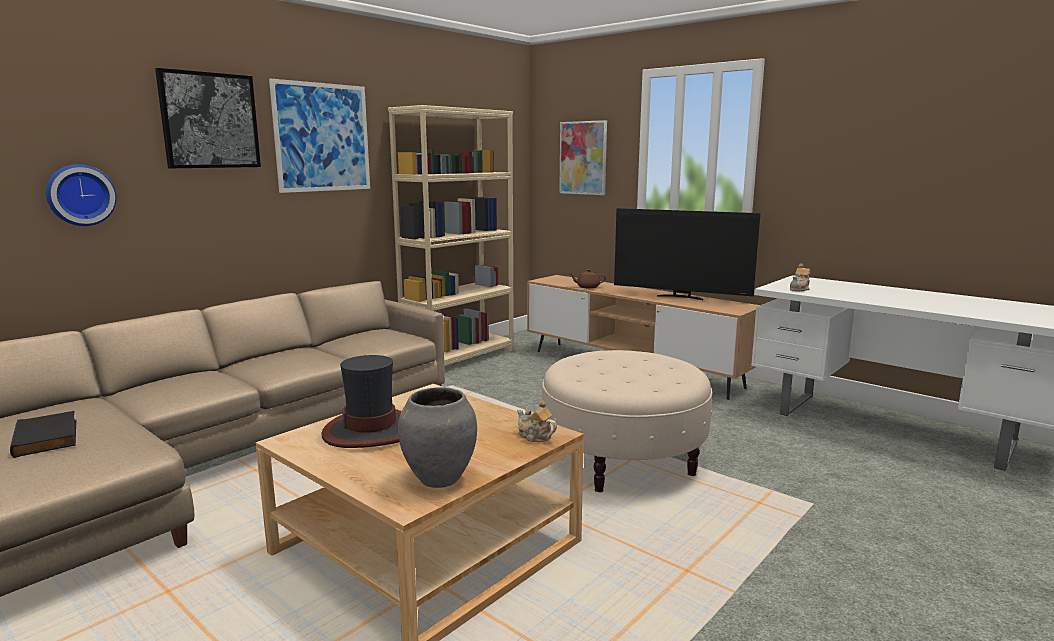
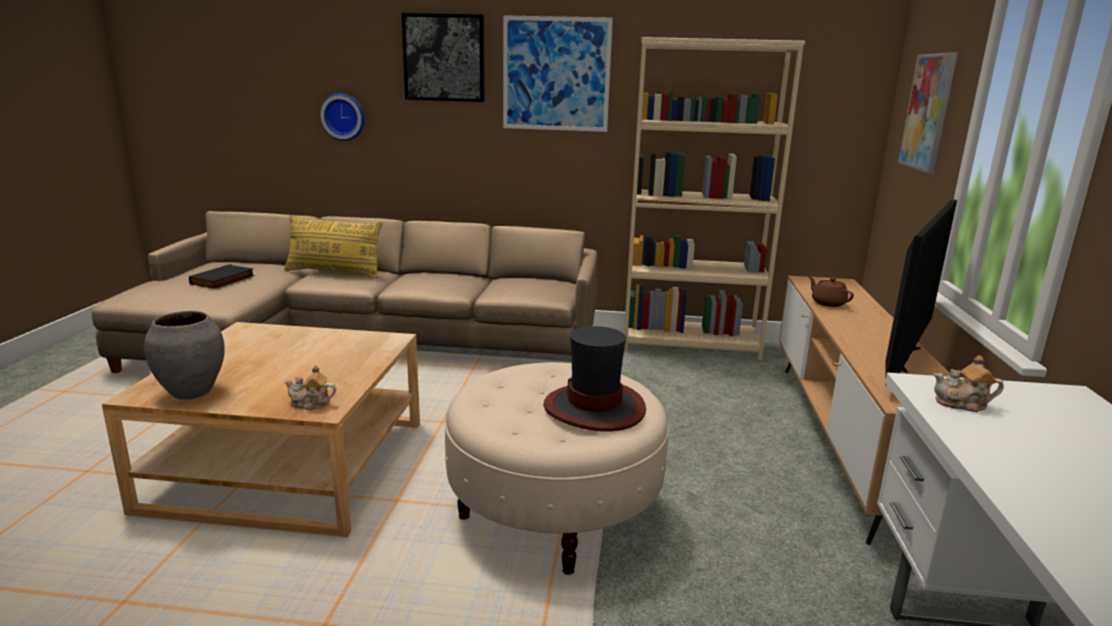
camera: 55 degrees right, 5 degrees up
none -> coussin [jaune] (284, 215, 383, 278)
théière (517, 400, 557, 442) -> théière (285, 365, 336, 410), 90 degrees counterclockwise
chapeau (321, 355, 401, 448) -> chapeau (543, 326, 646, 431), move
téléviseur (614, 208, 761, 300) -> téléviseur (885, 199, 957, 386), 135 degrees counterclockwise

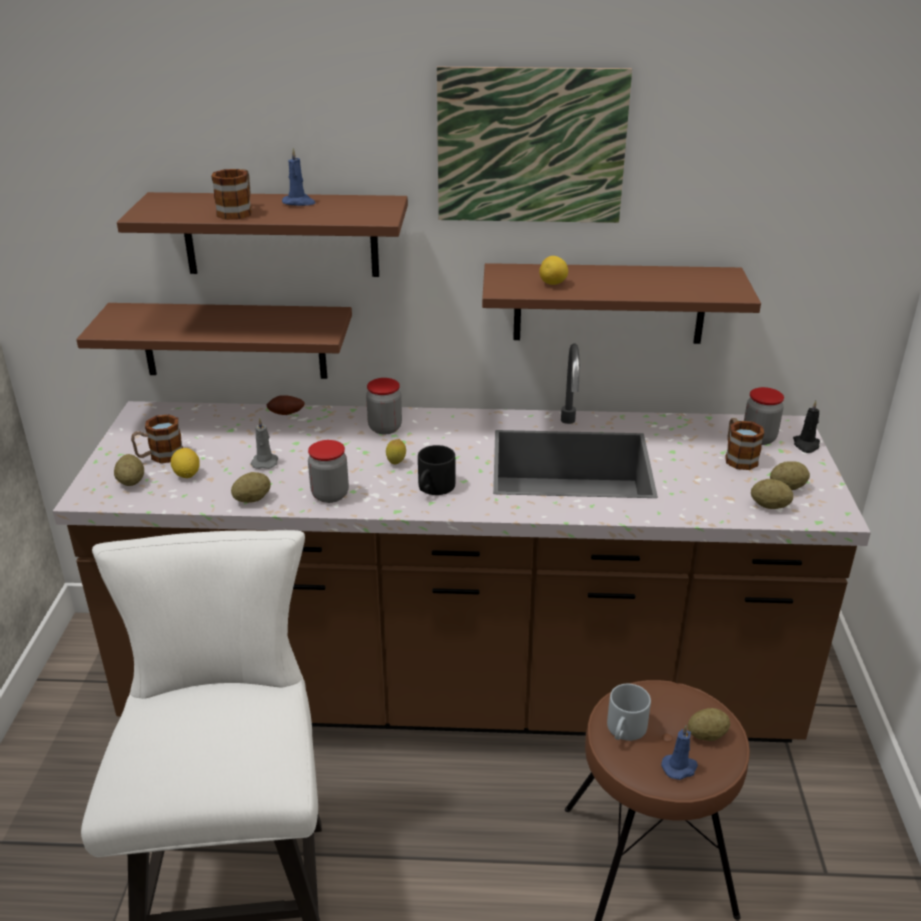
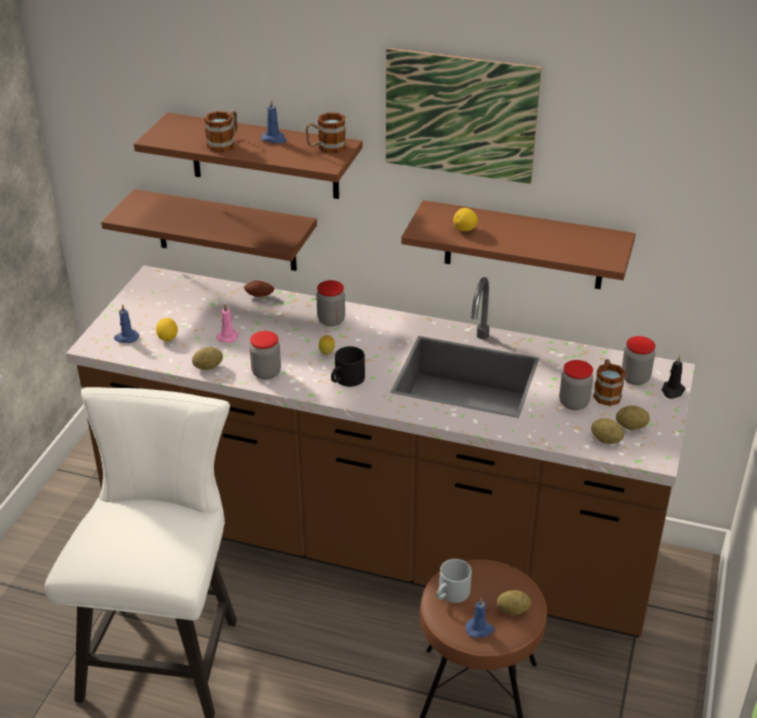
camera: 15 degrees right, 5 degrees up
pomme de terre (114, 454, 144, 486) -> bougie [bleu] (114, 304, 139, 343)
bougie [gris] (251, 417, 278, 469) -> bougie [rose] (217, 304, 239, 343)
mug (131, 415, 183, 463) -> mug (305, 112, 346, 154), move
none -> bocal (559, 360, 593, 410)

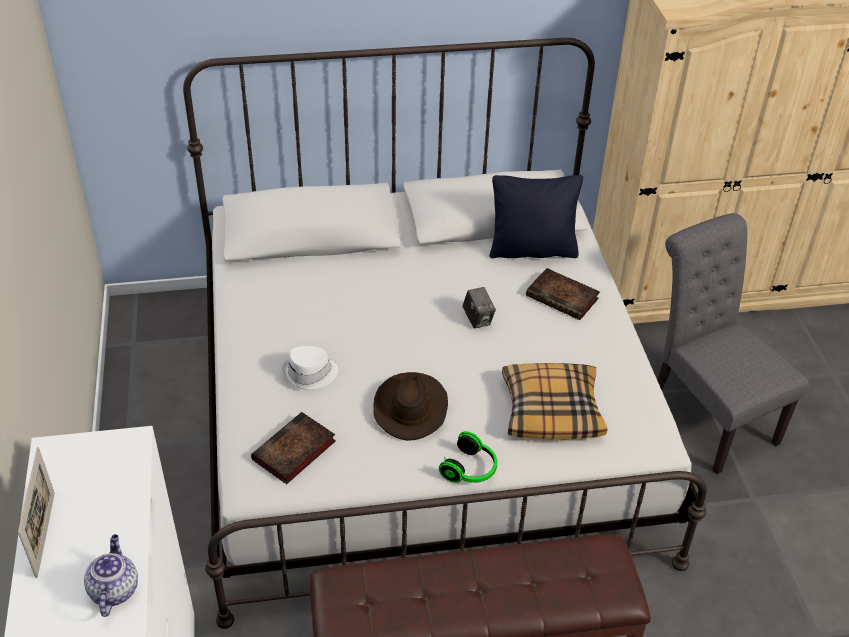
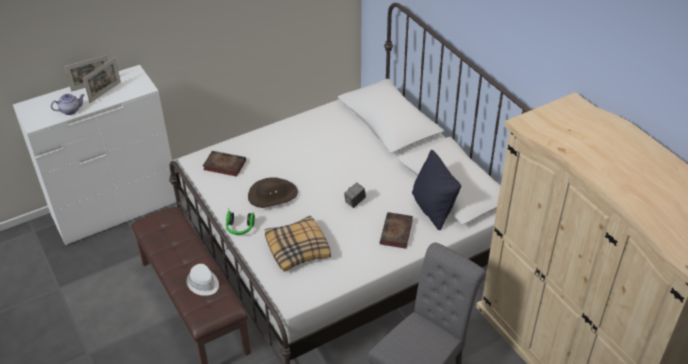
camera: 70 degrees right, 0 degrees up
none -> cadre photo (83, 57, 121, 103)
chapeau [blanc] (282, 346, 338, 390) -> chapeau [blanc] (186, 264, 219, 296), move

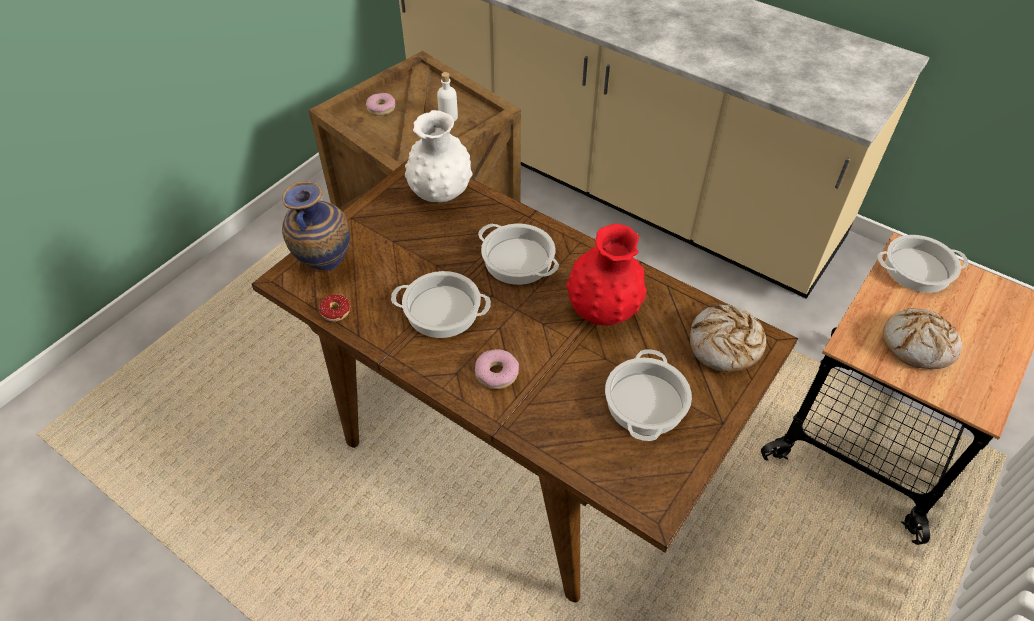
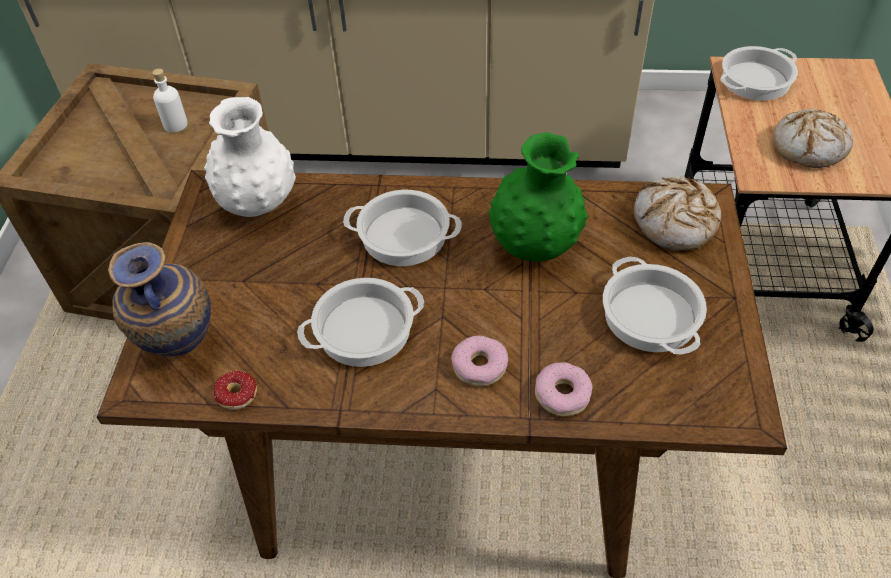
camera: 30 degrees left, 0 degrees up
vase [rouge] (566, 224, 647, 325) -> vase [vert] (488, 132, 588, 262)
beignet (366, 93, 395, 116) -> beignet (535, 362, 593, 417), move

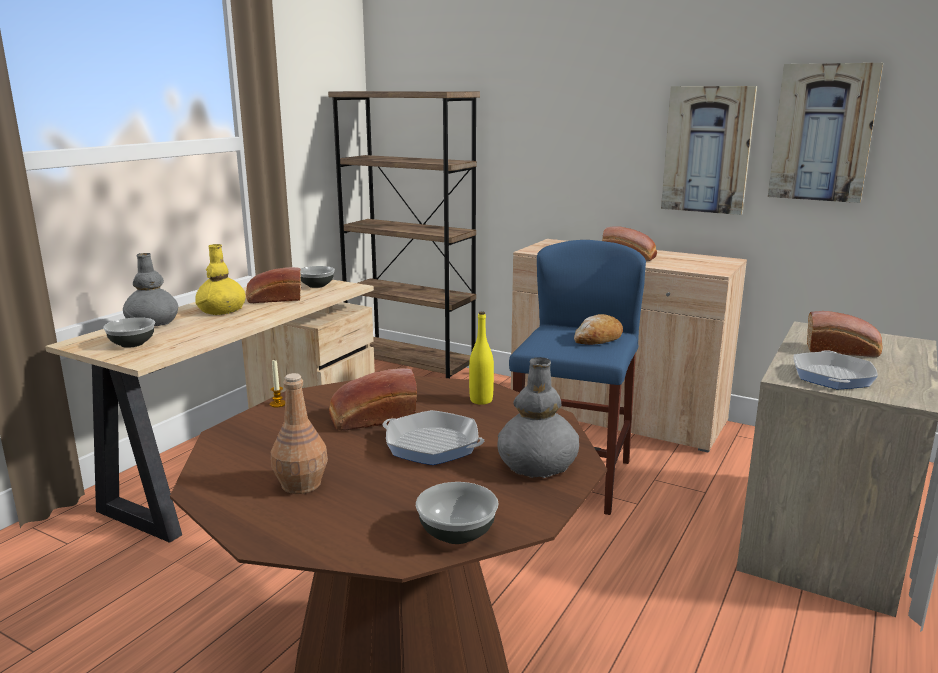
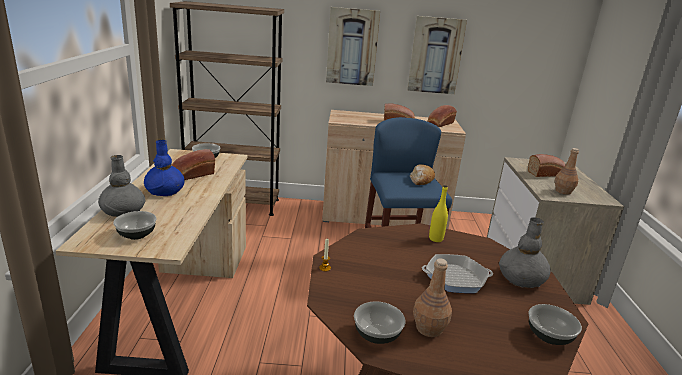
camera: 30 degrees left, 5 degrees up
vase [jaune] (195, 244, 246, 315) -> vase [bleu] (144, 140, 185, 196)
tableau (768, 63, 883, 203) -> tableau (326, 7, 380, 86), move
none -> bol (354, 302, 405, 344)
pain (329, 368, 417, 431) -> pain (427, 105, 457, 127), move
poêle (793, 350, 878, 389) -> bouteille [marron] (555, 148, 579, 195)

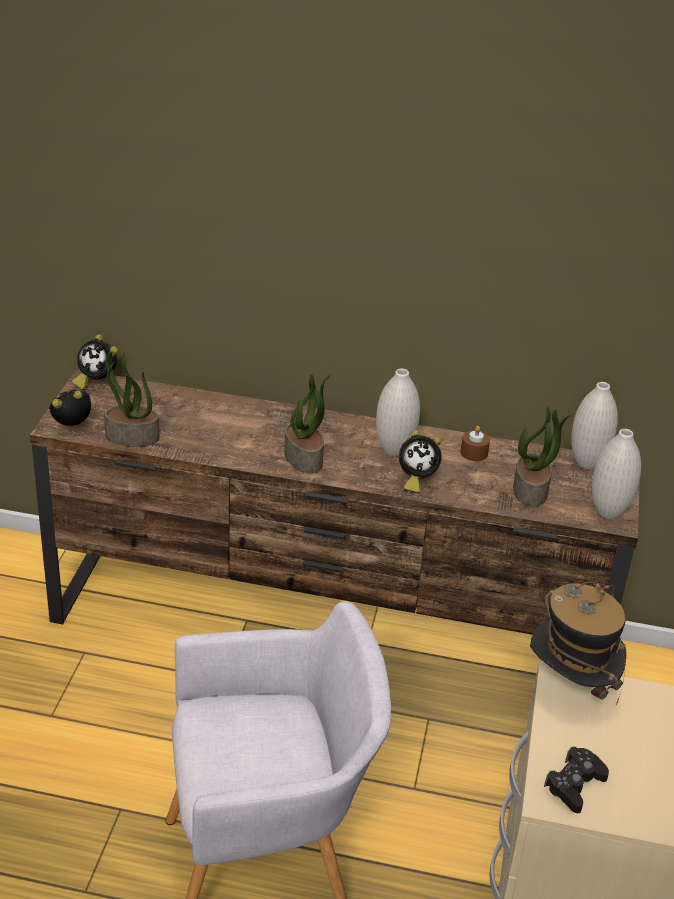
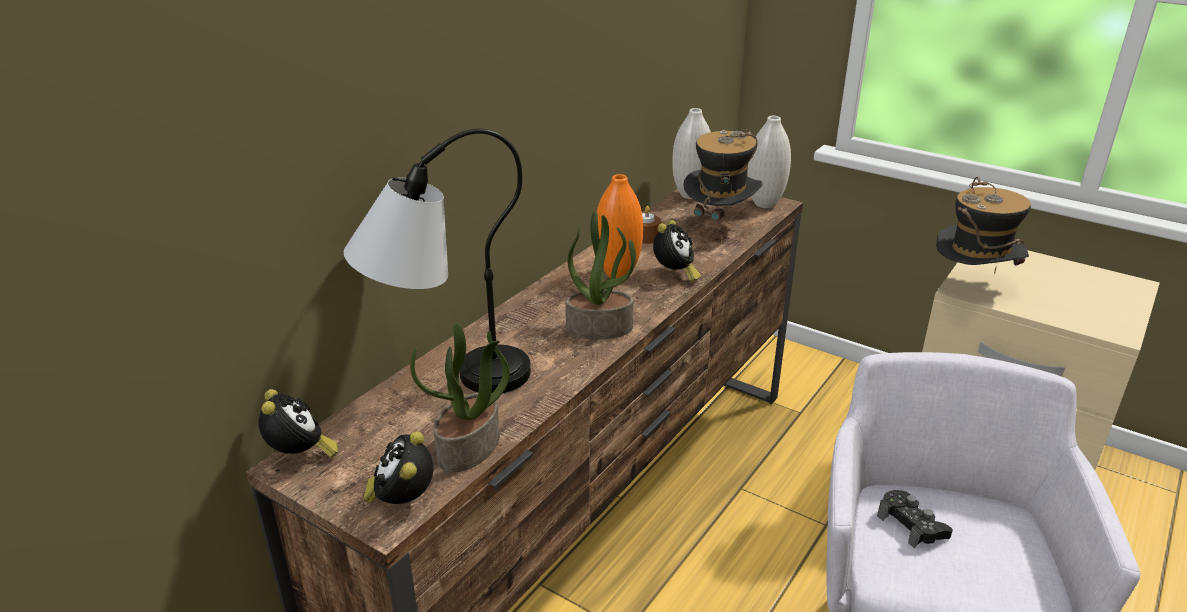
camera: 65 degrees left, 5 degrees down
réveil (72, 334, 118, 390) -> réveil (259, 389, 338, 458), 75 degrees counterclockwise
none -> lampe de table (344, 129, 531, 394)
vase [blanc] (376, 369, 420, 457) -> vase [orange] (597, 174, 643, 278)
plante en pot (513, 407, 574, 507) -> chapeau (683, 129, 763, 244)
manette [noir] (544, 747, 609, 813) -> manette [noir] (877, 490, 953, 548), move

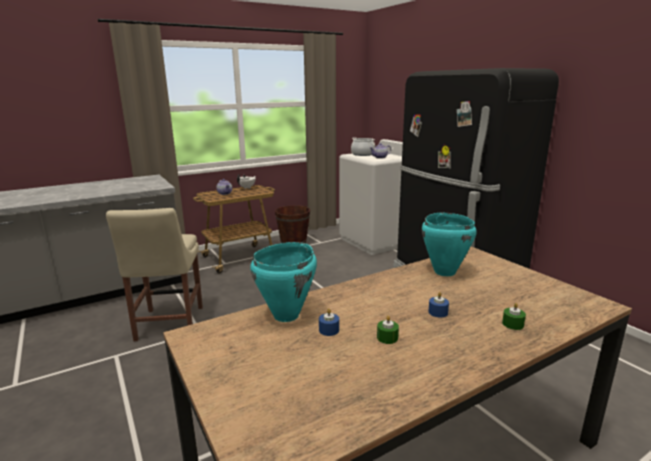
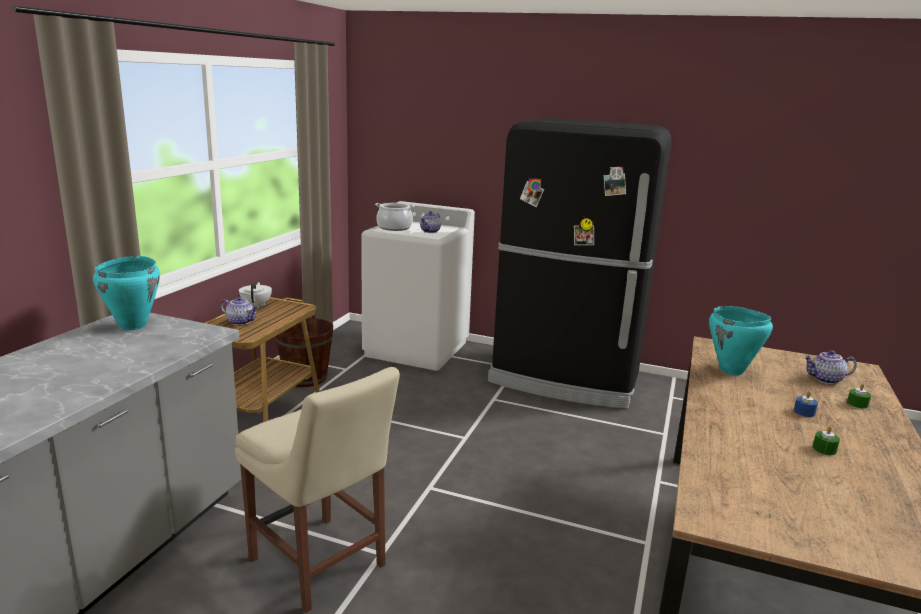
camera: 40 degrees left, 0 degrees up
marmite [turquoise] (250, 242, 317, 322) -> marmite [turquoise] (93, 256, 160, 330), move
none -> théière (804, 350, 857, 384)
bougie [bleu] (319, 308, 339, 336) -> none

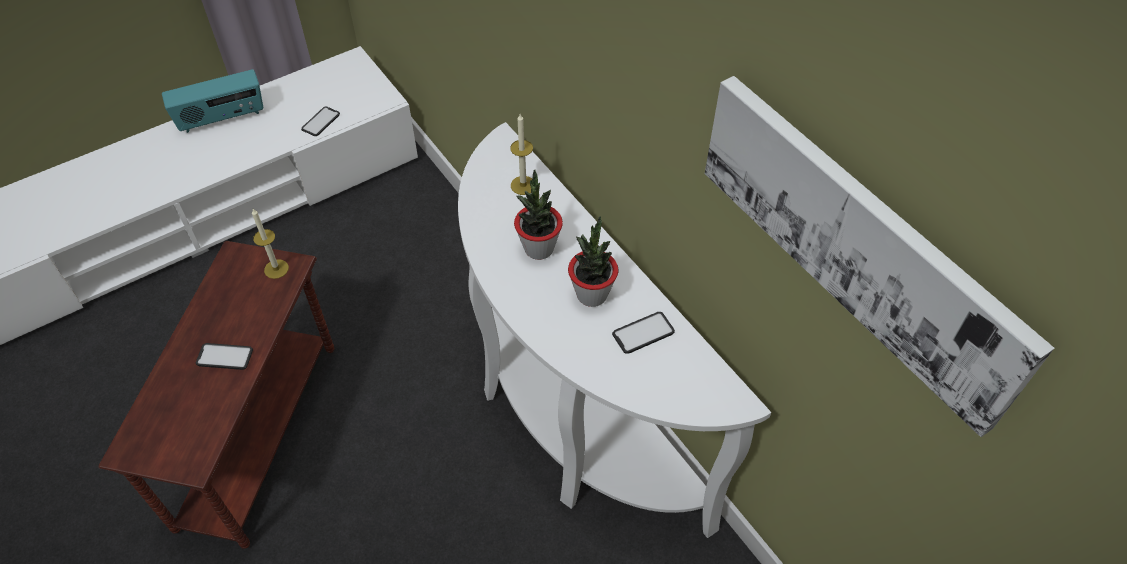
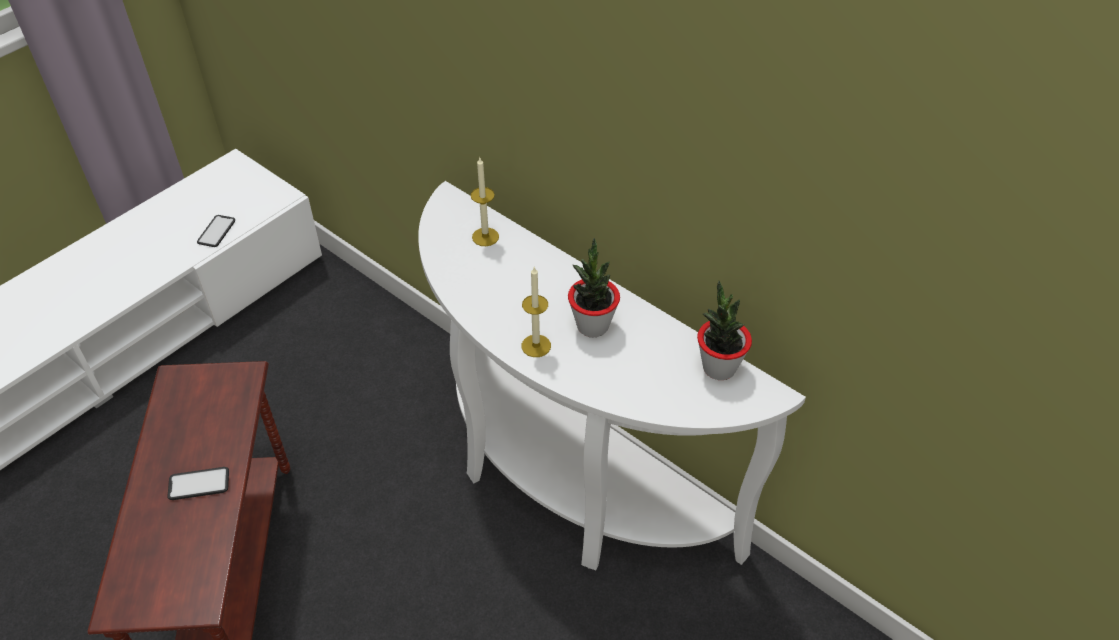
camera: 15 degrees left, 5 degrees down
bougie (252, 209, 289, 279) -> bougie (522, 267, 551, 357), move
plante en pot (514, 169, 563, 260) -> plante en pot (697, 281, 752, 380), move
radio (162, 69, 263, 133) -> none
téléphone (612, 312, 675, 354) -> none
tableau (705, 76, 1054, 437) -> none

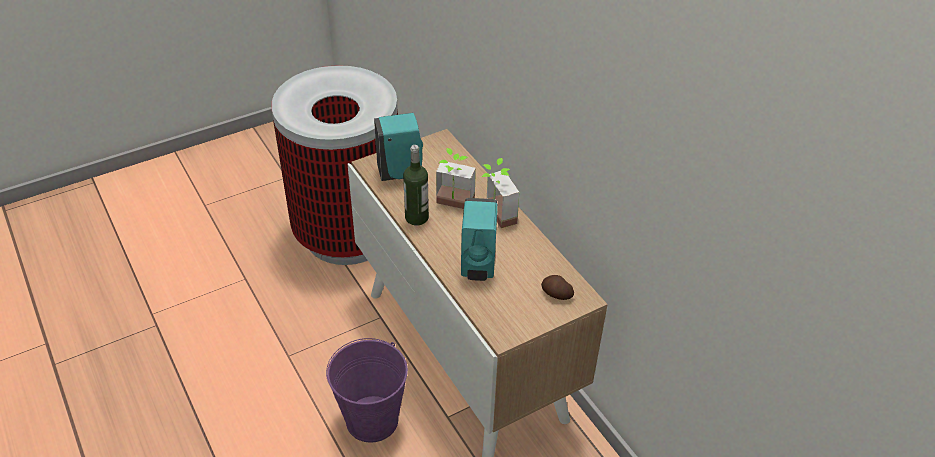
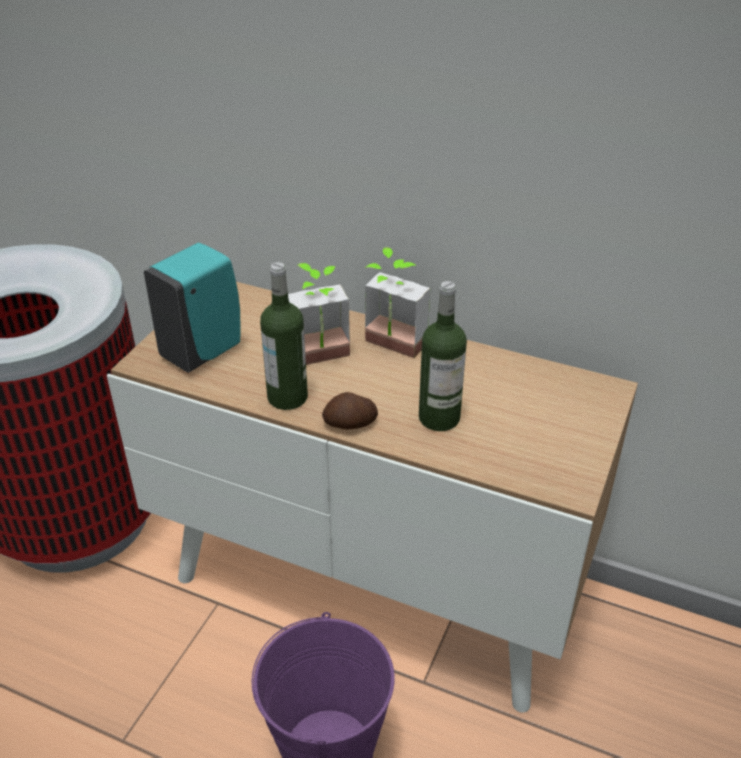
camera: 35 degrees left, 5 degrees down
pomme de terre (541, 275, 574, 300) -> pomme de terre (322, 392, 378, 430), move
distributeur de savon [turquoise] (461, 198, 498, 281) -> bouteille (419, 281, 467, 431)

